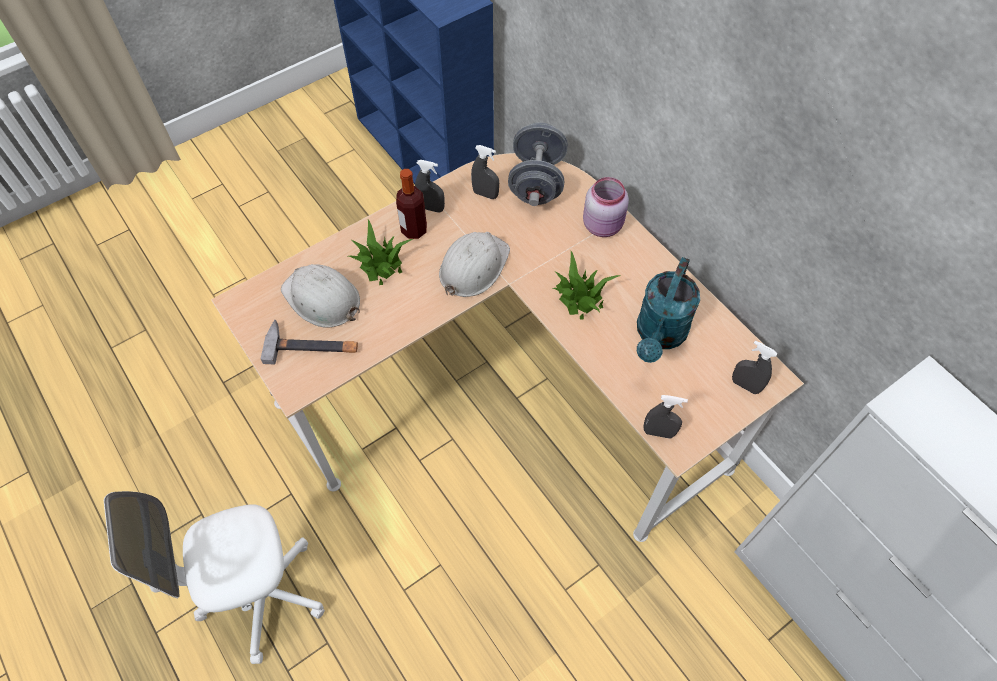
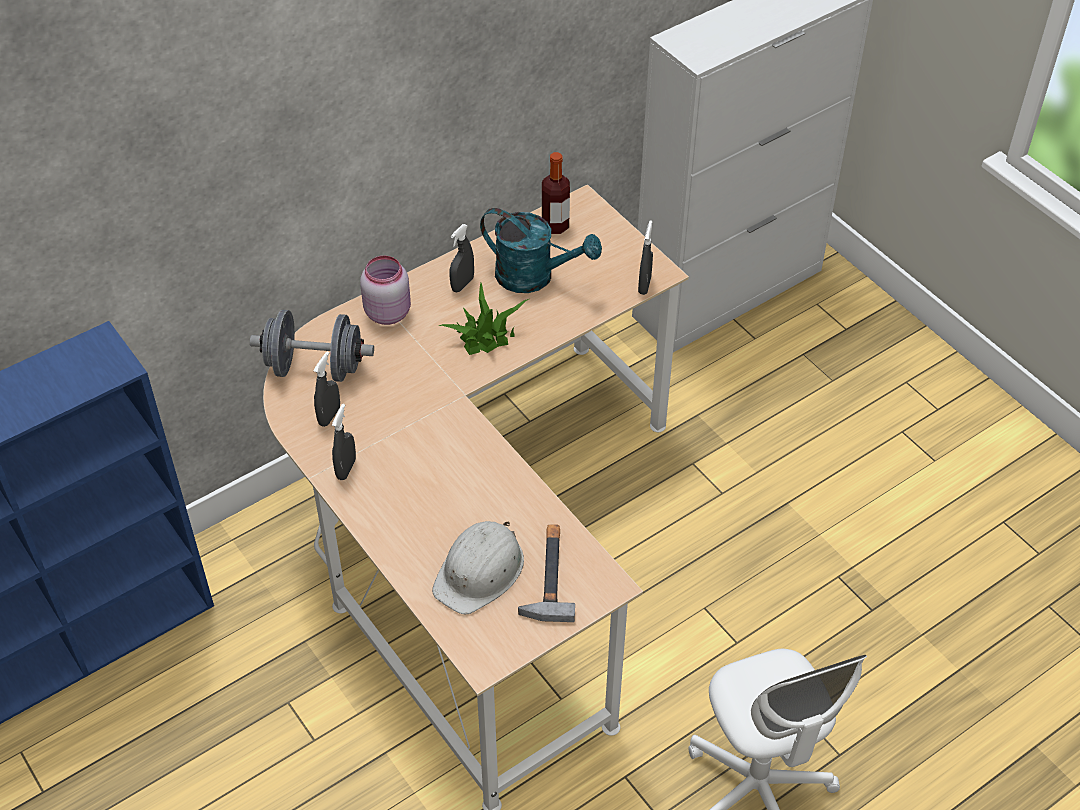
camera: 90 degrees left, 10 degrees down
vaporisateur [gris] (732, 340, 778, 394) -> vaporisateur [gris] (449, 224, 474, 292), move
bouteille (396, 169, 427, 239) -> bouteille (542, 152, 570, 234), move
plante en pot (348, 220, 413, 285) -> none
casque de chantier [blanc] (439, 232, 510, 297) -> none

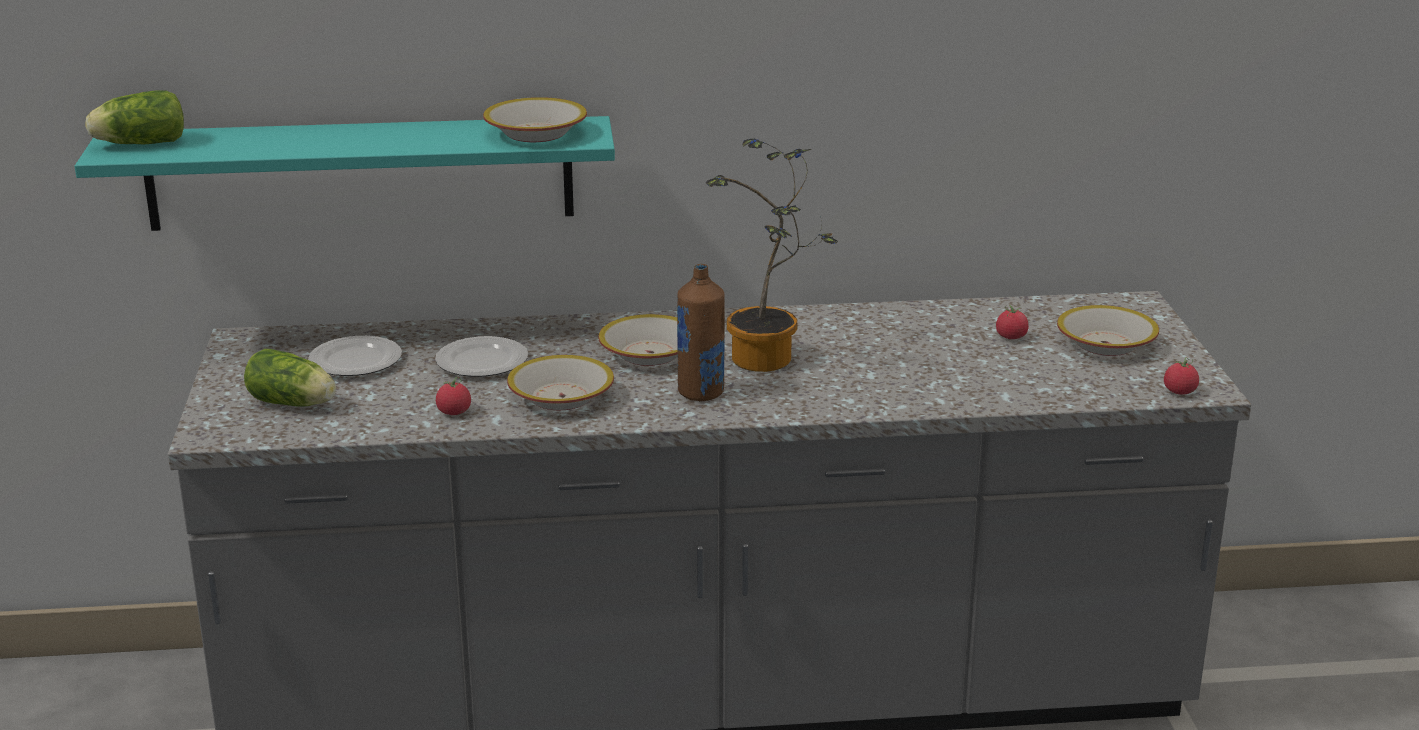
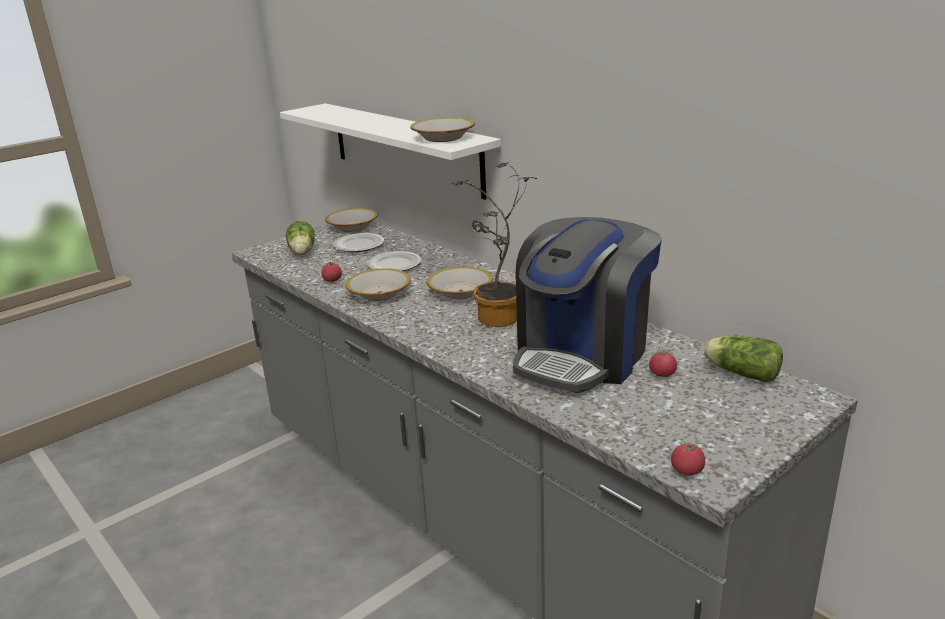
camera: 55 degrees right, 0 degrees up
étagère [turquoise] (75, 116, 615, 231) -> étagère [blanc] (280, 103, 501, 200)
bol (1057, 305, 1159, 356) -> bol (325, 208, 378, 232), move
none -> machine à café (513, 217, 662, 393)
laitue (85, 90, 184, 144) -> laitue (704, 335, 783, 383), move
bouteille [marron] (677, 264, 725, 401) -> none

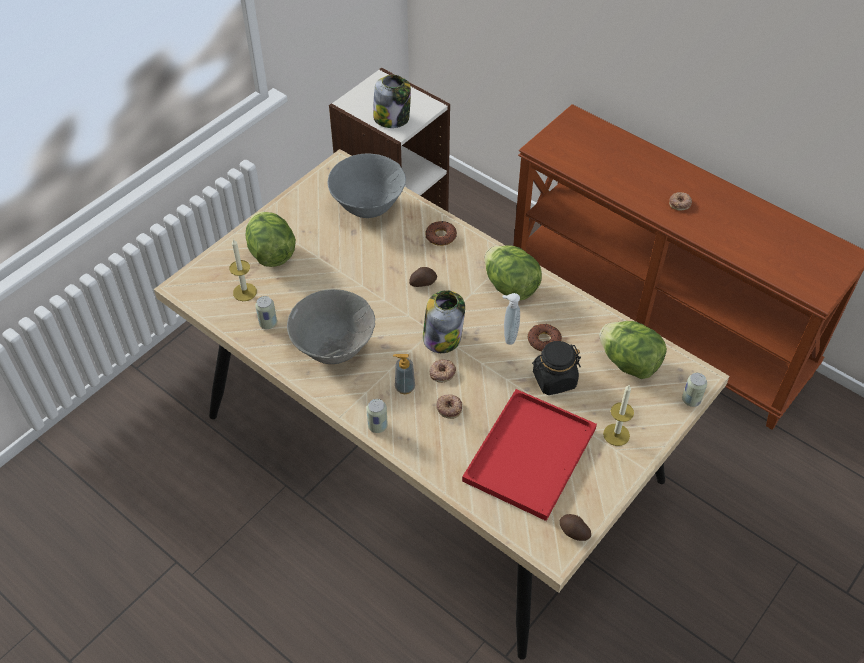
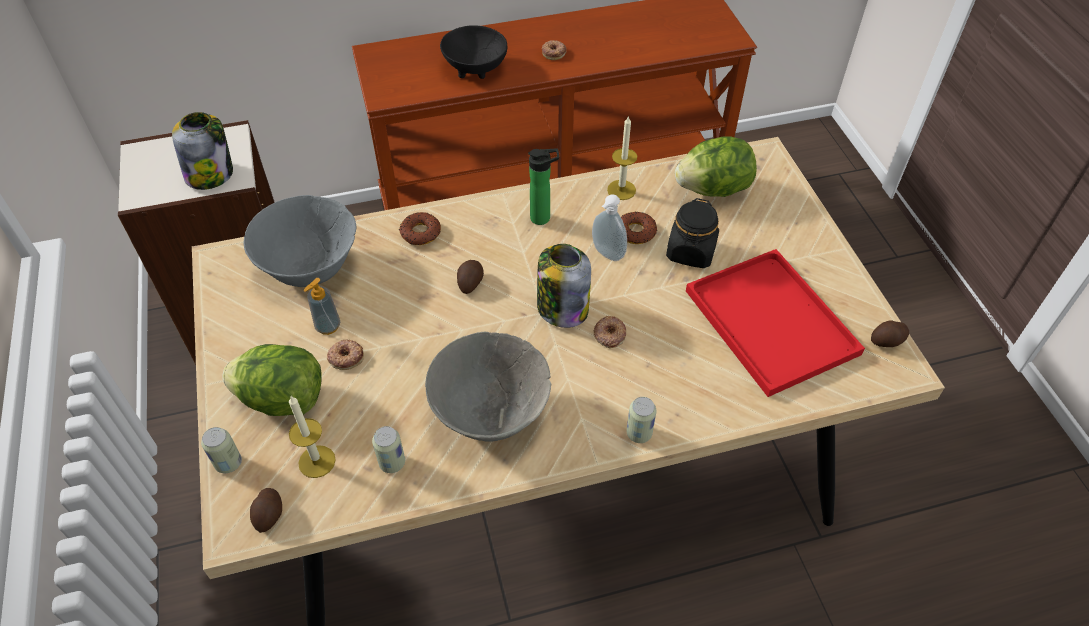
camera: 55 degrees left, 0 degrees up
boîte métallique (682, 373, 707, 407) -> boîte métallique (201, 427, 242, 473), move
none -> pomme de terre (250, 488, 282, 533)
distributeur de savon (393, 354, 415, 394) -> distributeur de savon (303, 278, 340, 335), move
beignet (436, 394, 462, 419) -> beignet (327, 339, 364, 370), move
none -> bol [noir] (440, 25, 507, 79)
laitue (484, 245, 542, 300) -> bouteille (528, 149, 559, 225)
bougie (603, 385, 634, 446) -> bougie (607, 115, 637, 200), move

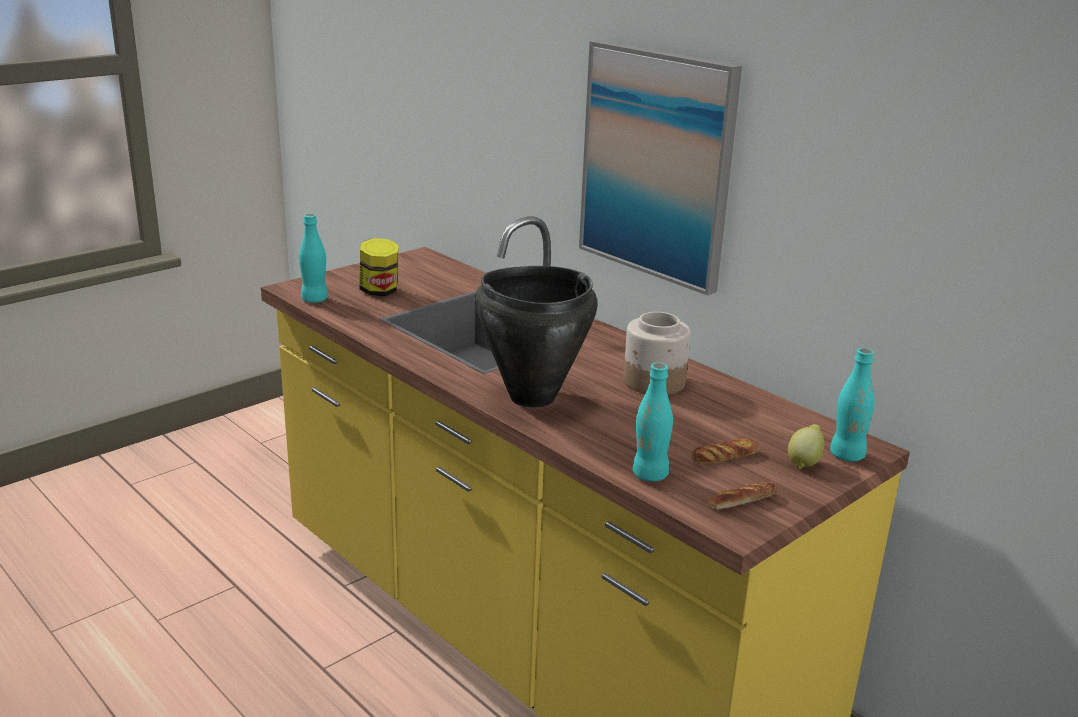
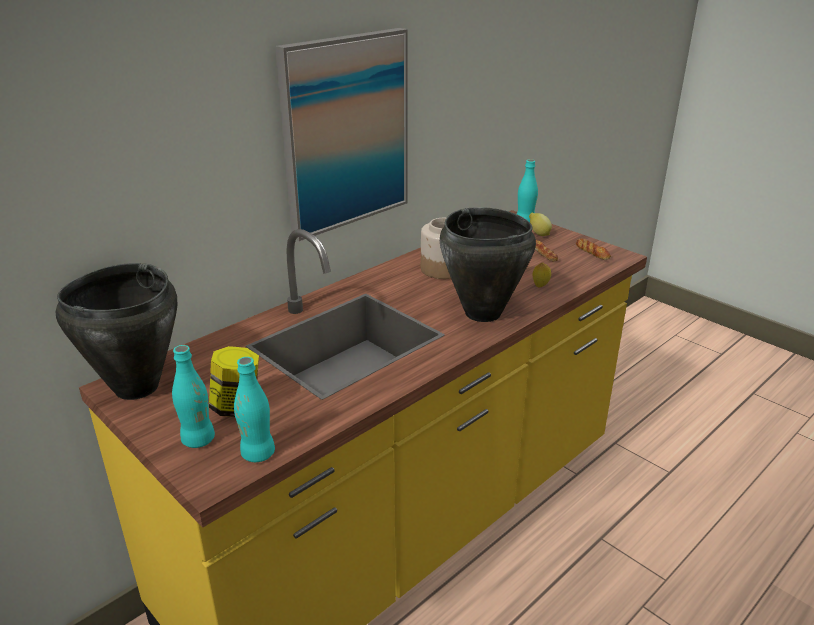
camera: 90 degrees left, 5 degrees up
none -> marmite [noir] (56, 263, 177, 400)
bouteille [turquoise] (632, 363, 673, 482) -> bouteille [turquoise] (172, 345, 215, 448), move
none -> citron (533, 262, 551, 287)

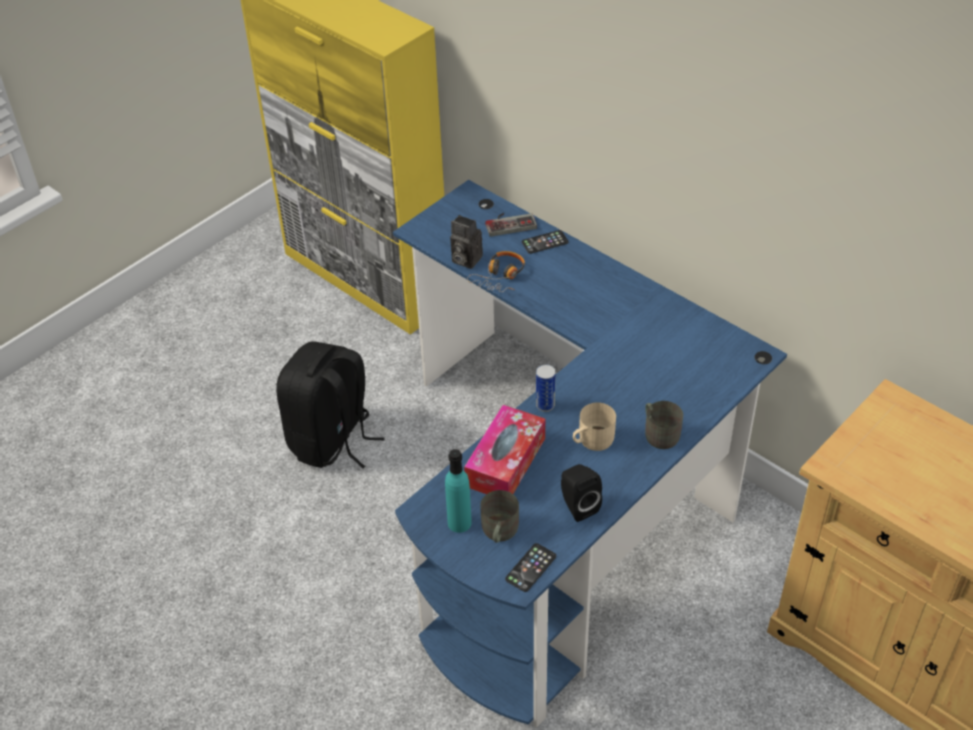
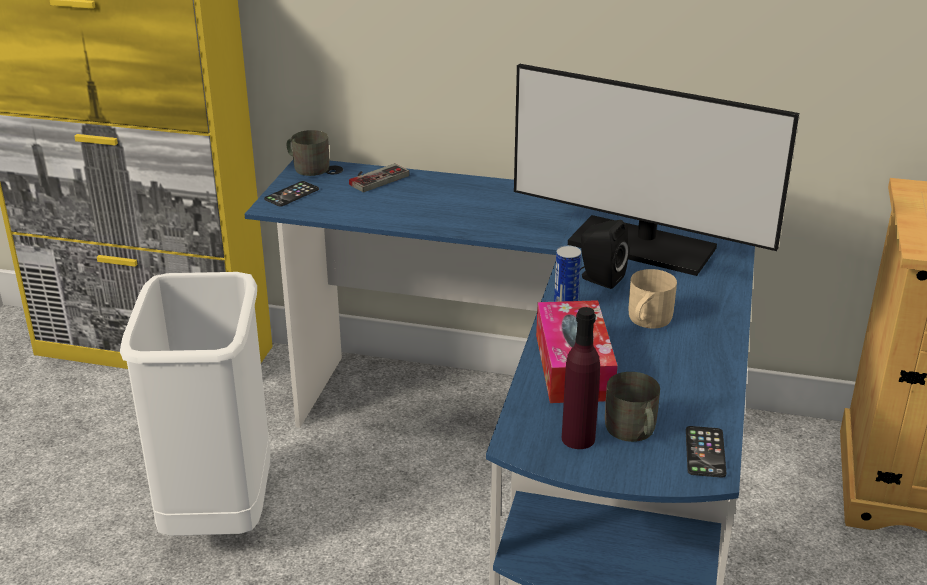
camera: 30 degrees left, 15 degrees down
sac à dos [noir] (276, 341, 385, 468) -> poubelle [blanc] (120, 272, 270, 536)
téléphone (522, 230, 569, 254) -> téléphone (264, 181, 319, 207), move
mug [gris] (645, 401, 683, 449) -> mug [gris] (287, 130, 330, 176), move
none -> écran d'ordinateur (514, 64, 799, 276)
bouteille [turquoise] (445, 449, 472, 533) -> bouteille [violet] (562, 307, 600, 449)
enceinte [noir] (561, 464, 602, 522) -> enceinte [noir] (580, 220, 629, 289), move
appareil photo (450, 215, 483, 269) -> none
casque audio (467, 251, 525, 292) -> none

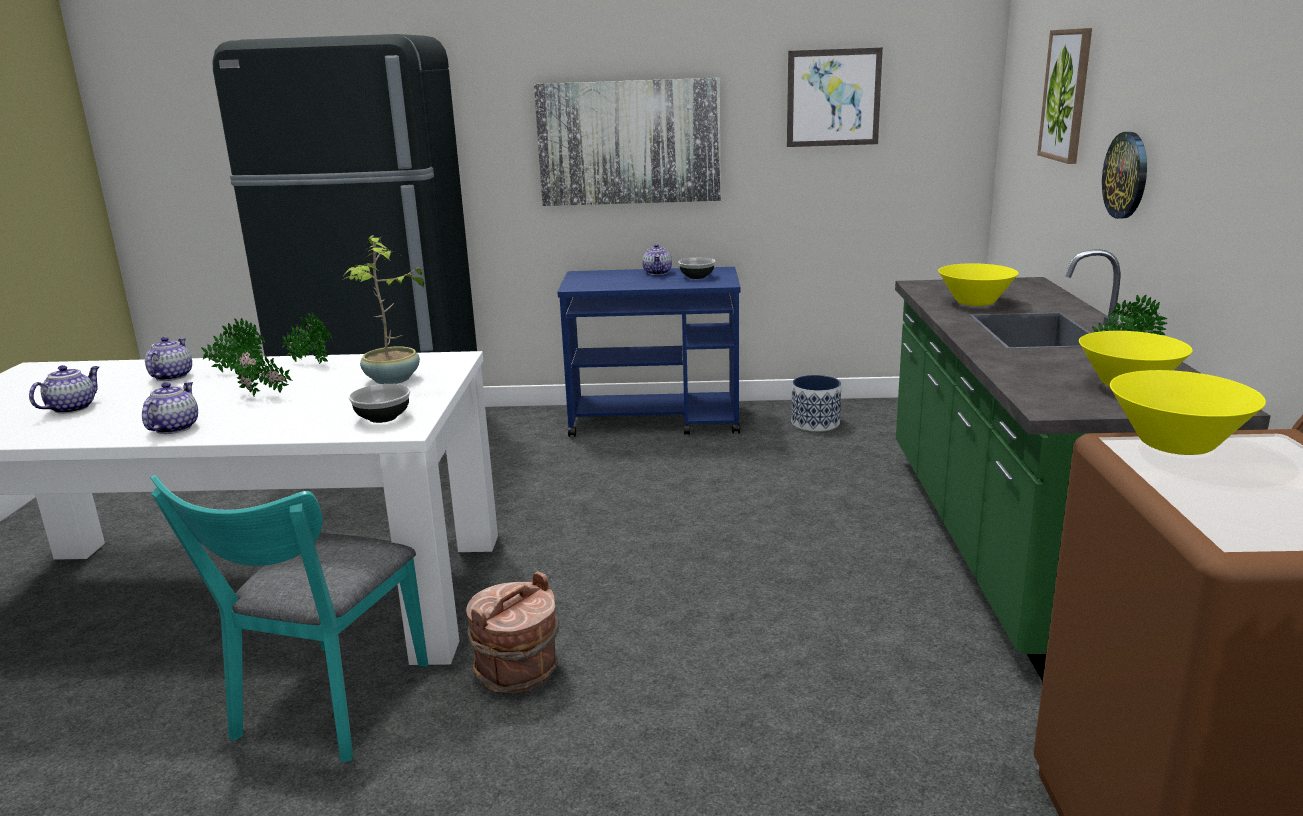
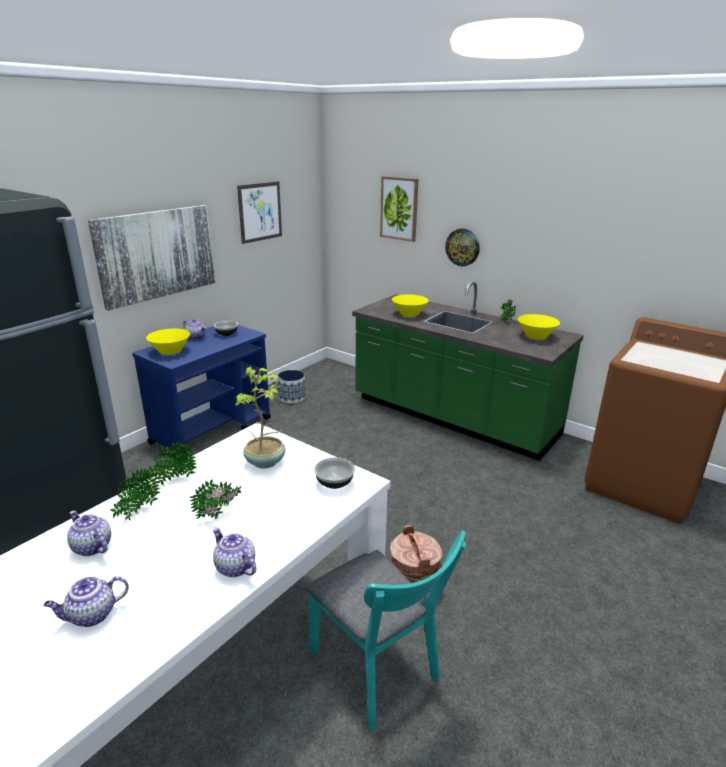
camera: 55 degrees left, 5 degrees up
théière (29, 365, 99, 414) -> théière (43, 576, 129, 627), 90 degrees counterclockwise
bol [jaune] (1110, 370, 1266, 455) -> bol [jaune] (146, 329, 190, 355), move

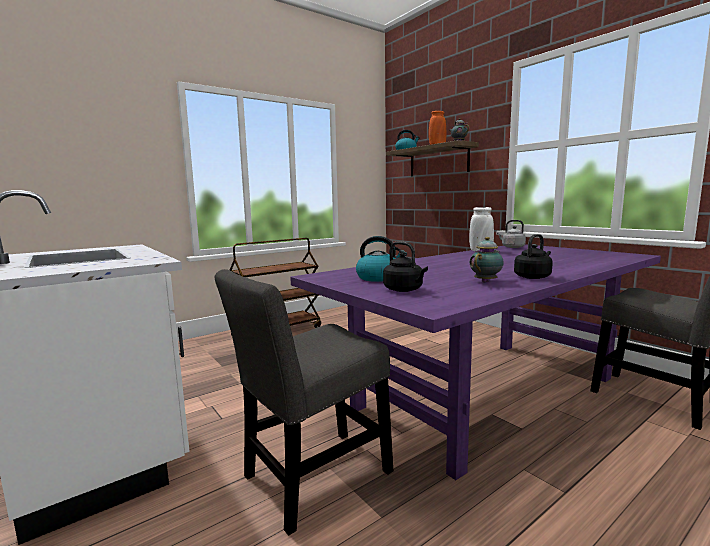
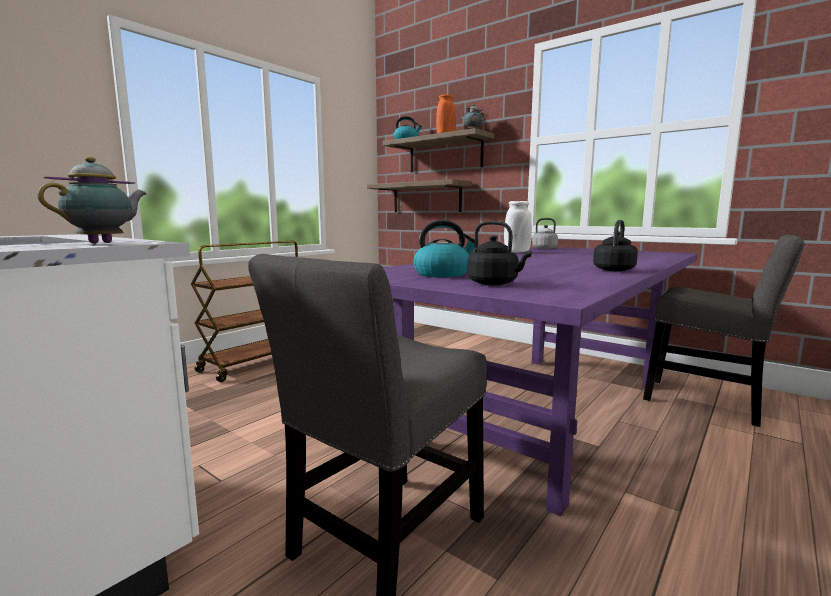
camera: 15 degrees left, 0 degrees up
théière (470, 237, 504, 283) -> théière (37, 157, 147, 244), move
none -> étagère (367, 179, 471, 212)

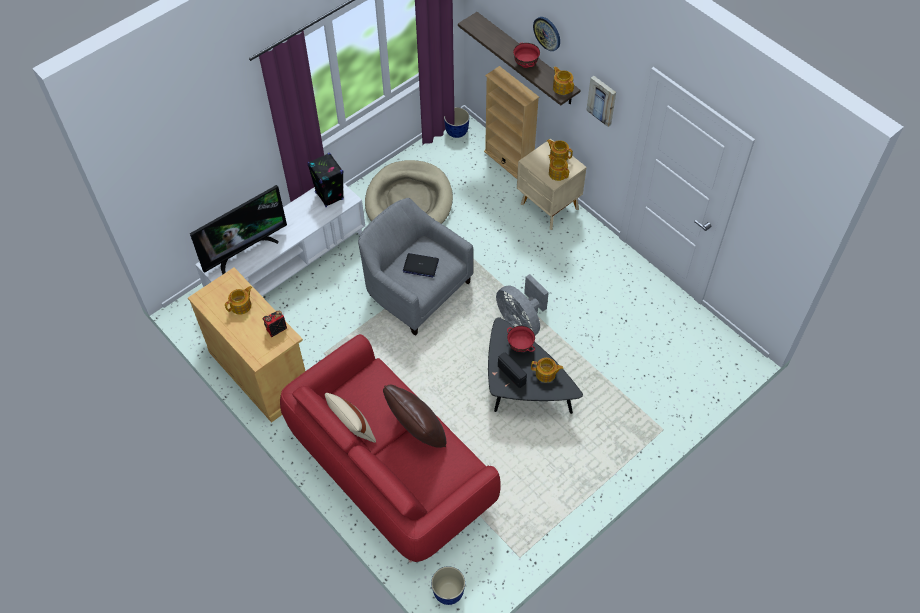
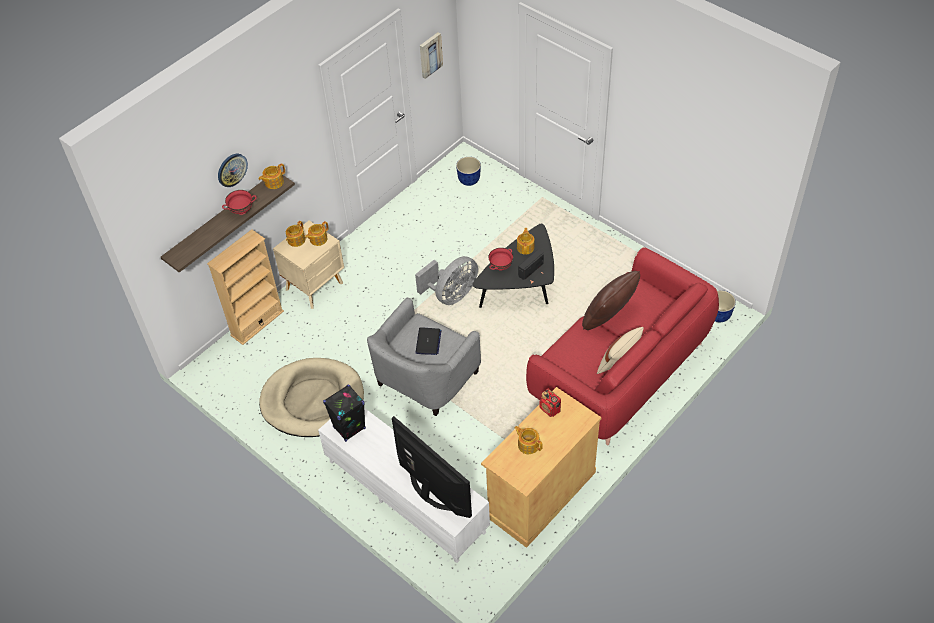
camera: 95 degrees left, 5 degrees down
tableau (586, 76, 616, 127) -> tableau (420, 32, 443, 79), move
cache-pot (444, 107, 470, 138) -> cache-pot (456, 157, 481, 186), move

